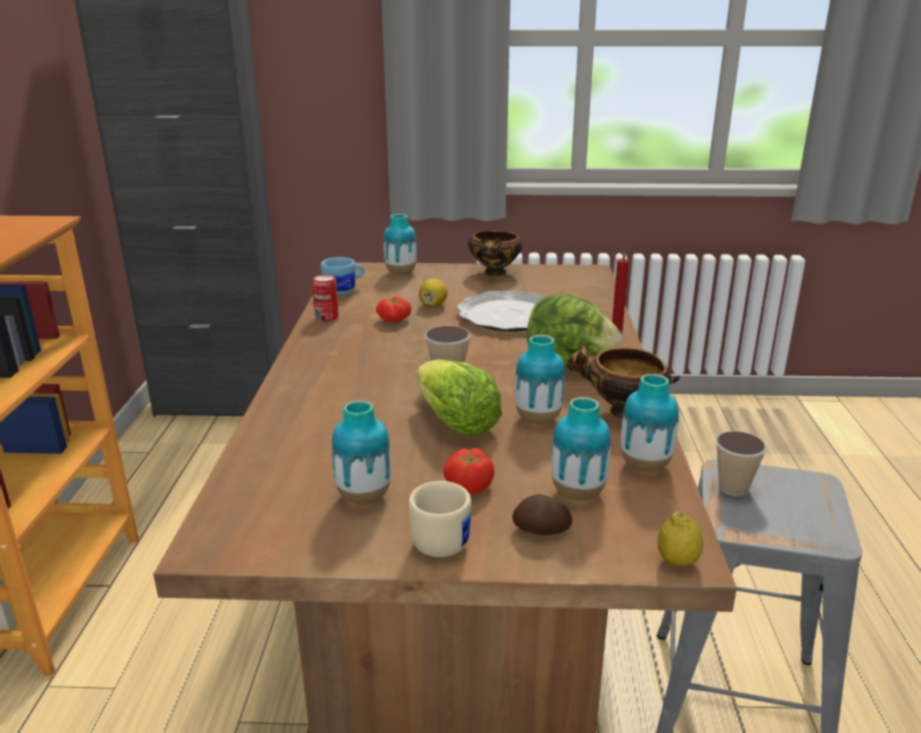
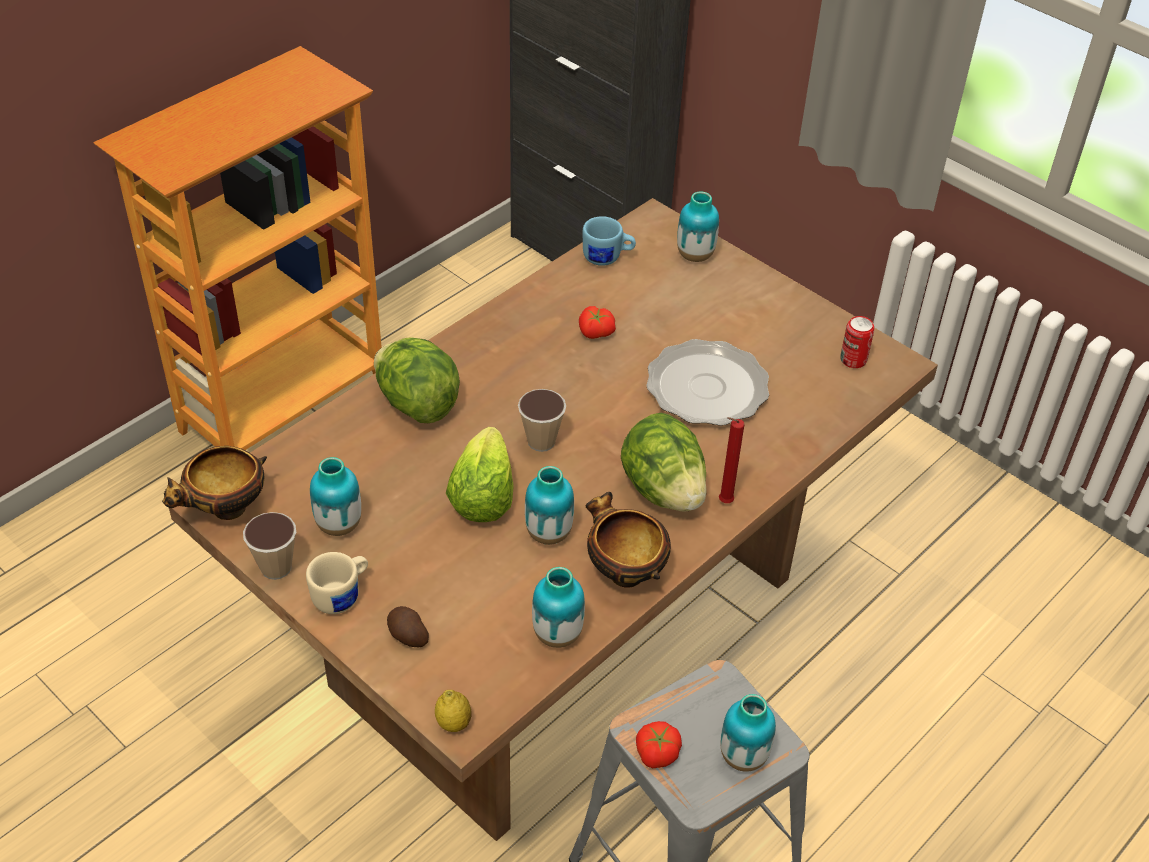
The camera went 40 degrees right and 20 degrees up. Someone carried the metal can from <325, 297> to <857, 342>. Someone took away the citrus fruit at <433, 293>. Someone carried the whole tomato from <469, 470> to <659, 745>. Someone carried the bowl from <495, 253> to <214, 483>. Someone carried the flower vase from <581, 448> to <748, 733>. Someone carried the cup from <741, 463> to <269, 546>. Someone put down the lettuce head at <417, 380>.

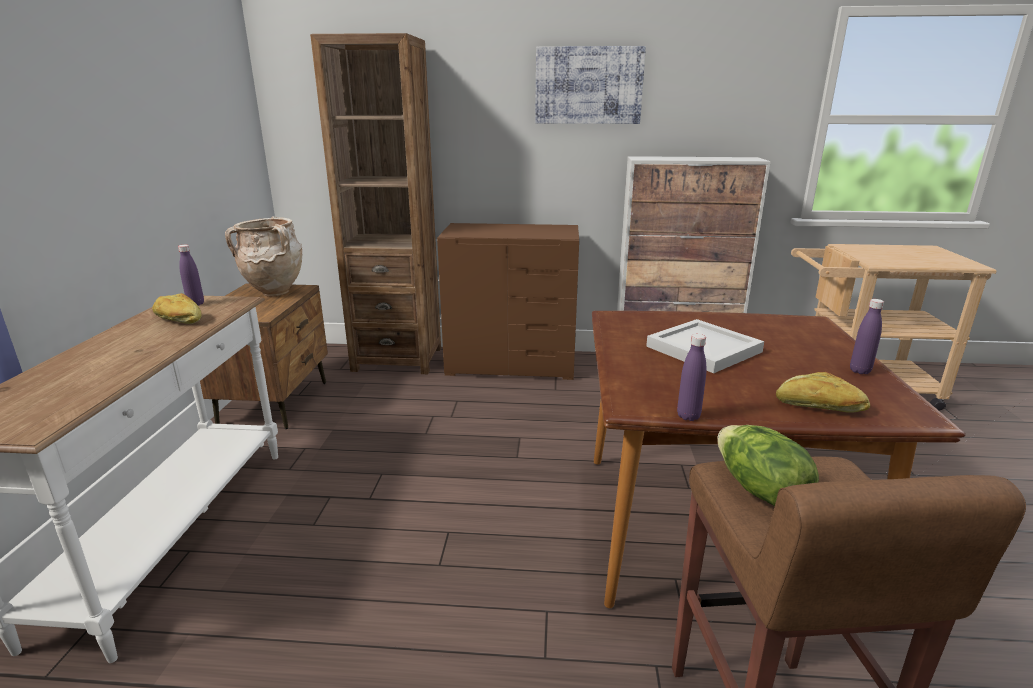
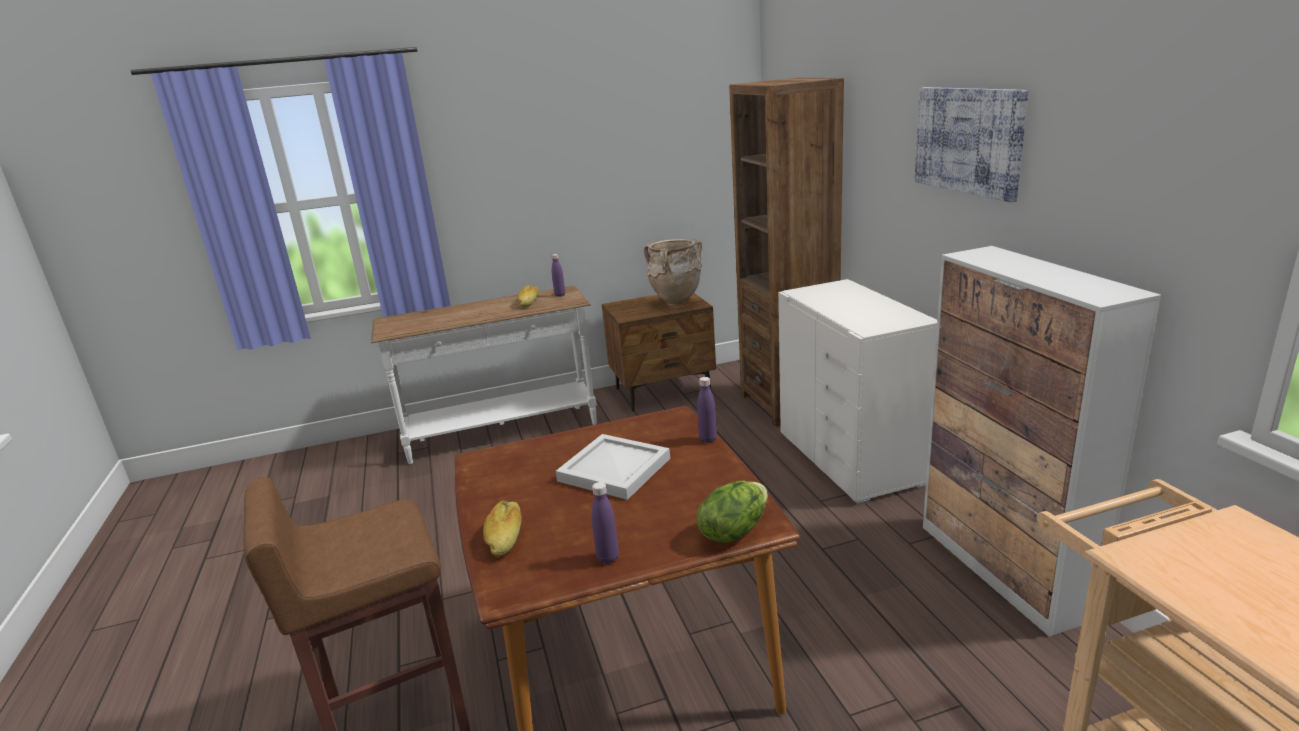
The camera went 70 degrees right and 0 degrees up. Someone repainted the dresser (brownish) at <508, 301>, which became the dresser (white) at <857, 392>. Someone carried the beverage bottle (purple-coloured) from <691, 377> to <707, 410>. Someone carried the lettuce head from <768, 465> to <732, 512>.

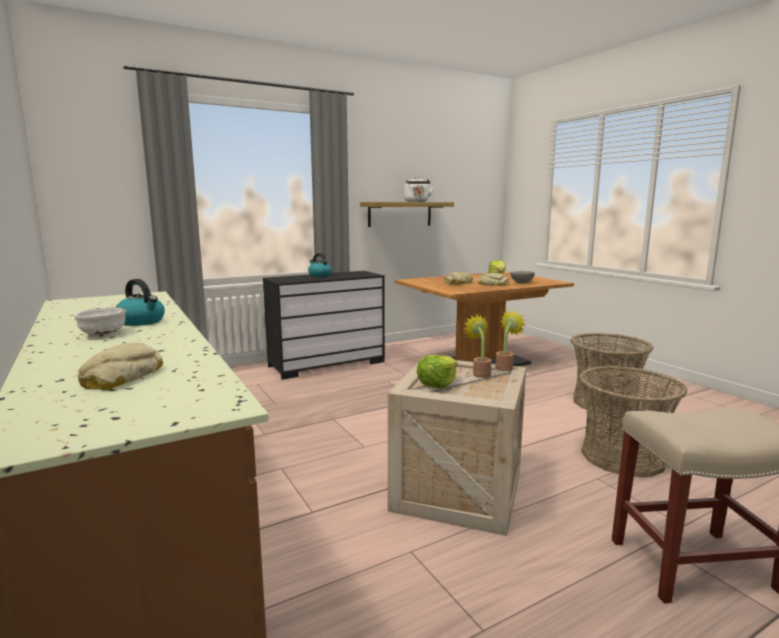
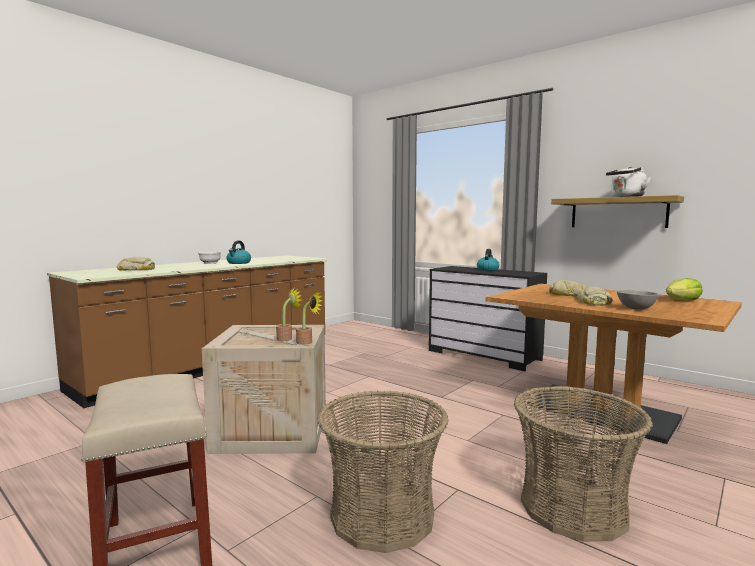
The camera went 70 degrees right and 5 degrees down. Someone took away the lettuce head at <437, 371>.

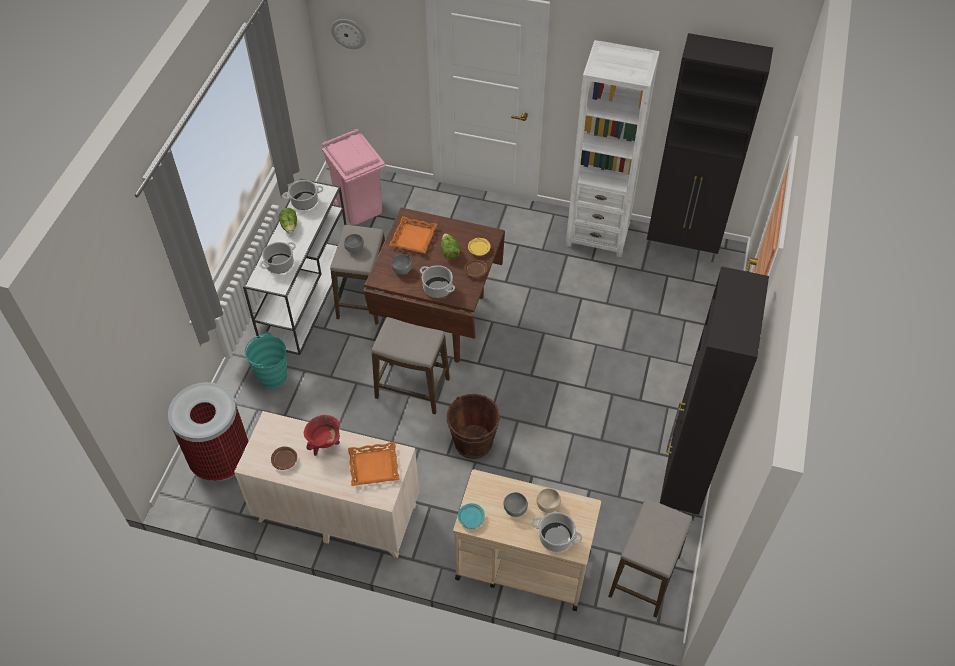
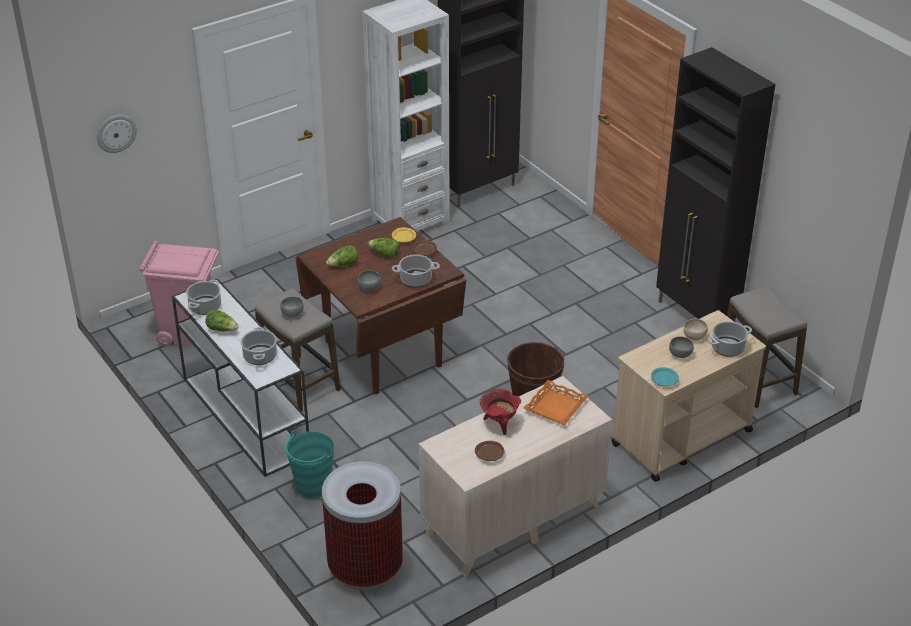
The camera went 50 degrees left and 15 degrees down. Someone took away the stool seat at <411, 365>. Someone swapped the carrying tray (orange-coloured) at <413, 234> for the lettuce head at <342, 255>.

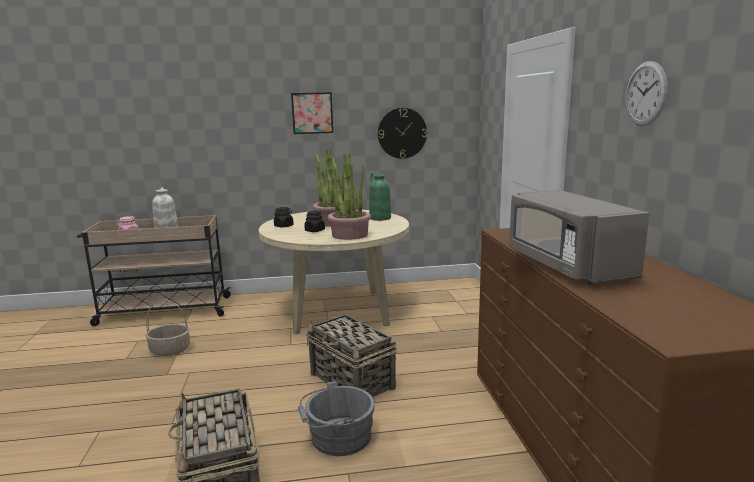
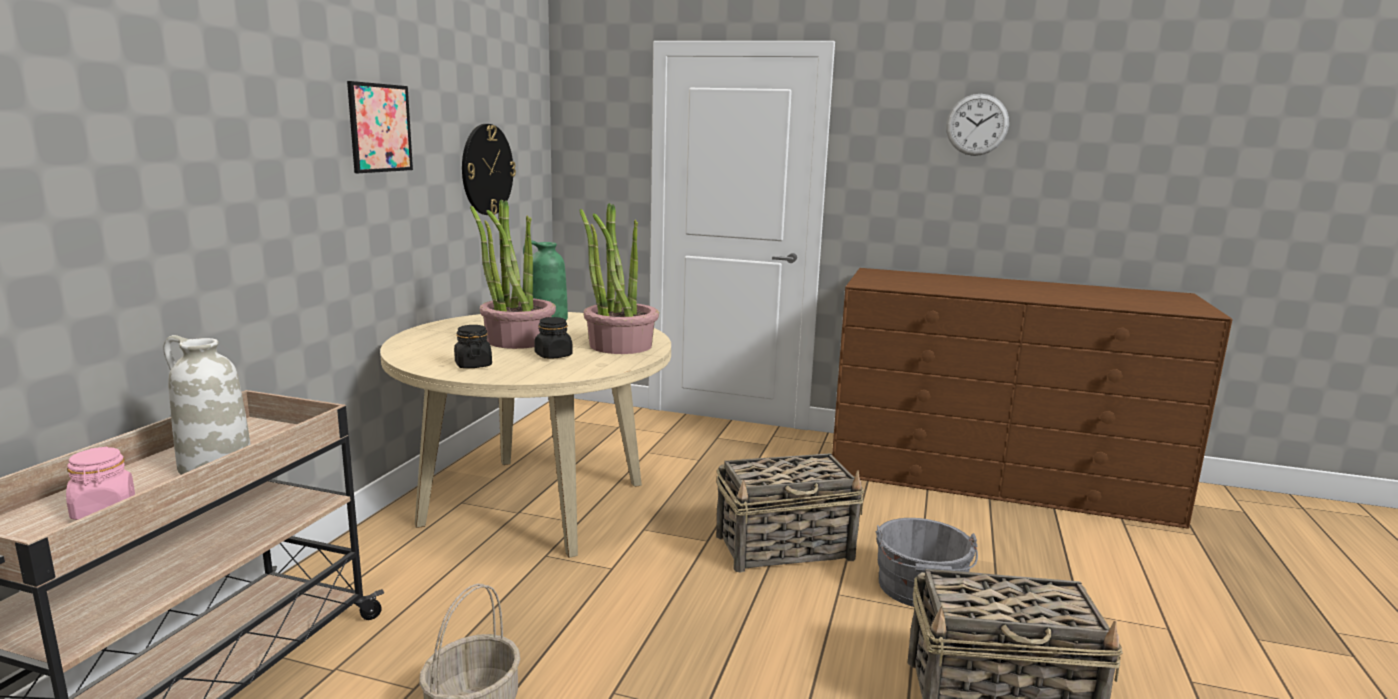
The camera went 65 degrees left and 0 degrees up. Someone took away the kitchen microwave (greyish) at <579, 237>.

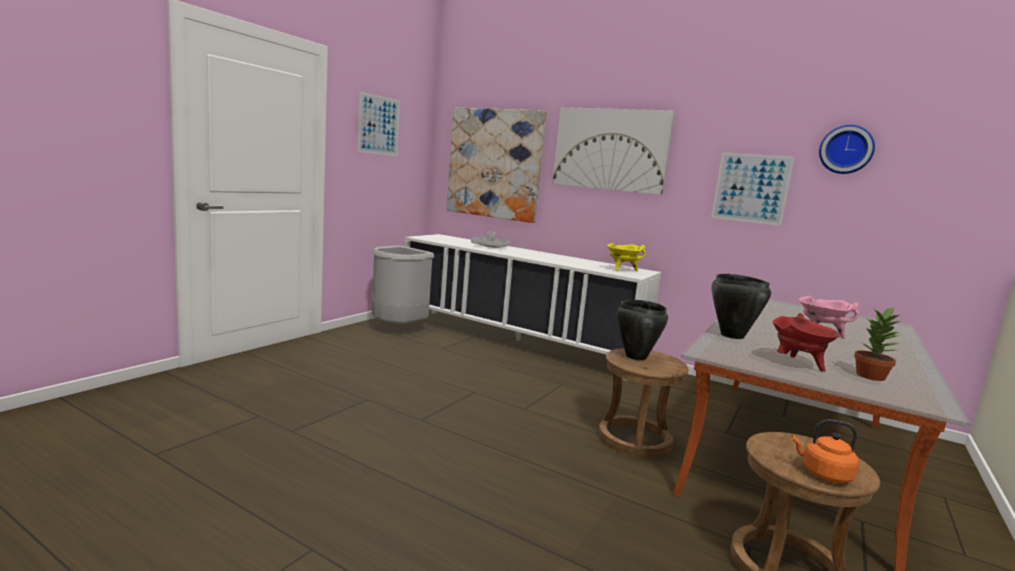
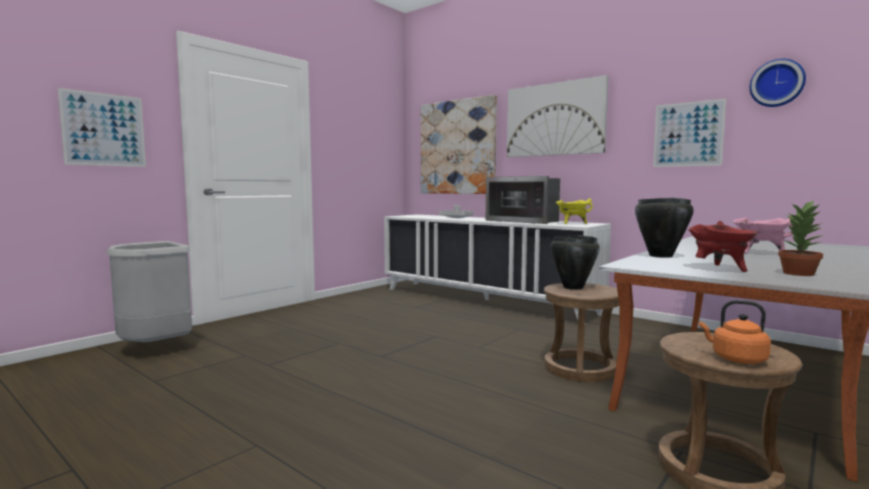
The camera went 10 degrees right and 5 degrees down. Someone carried the picture from <378, 124> to <102, 127>. Someone carried the waste bin (greyish) from <403, 285> to <149, 291>. Someone put down the kitchen microwave at <523, 200>.

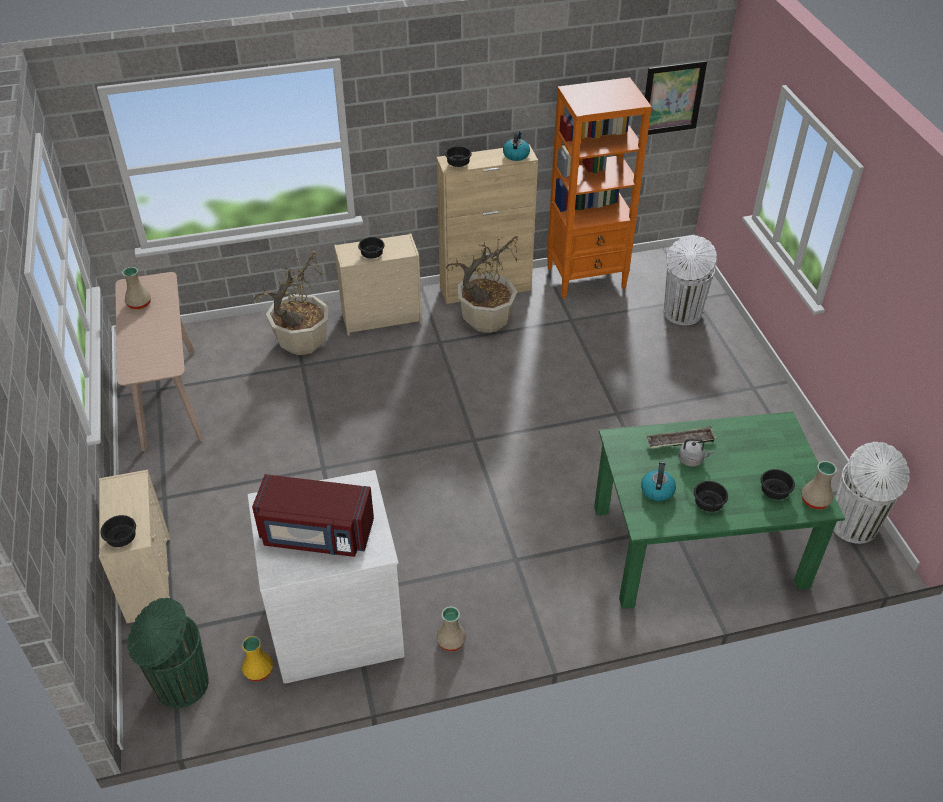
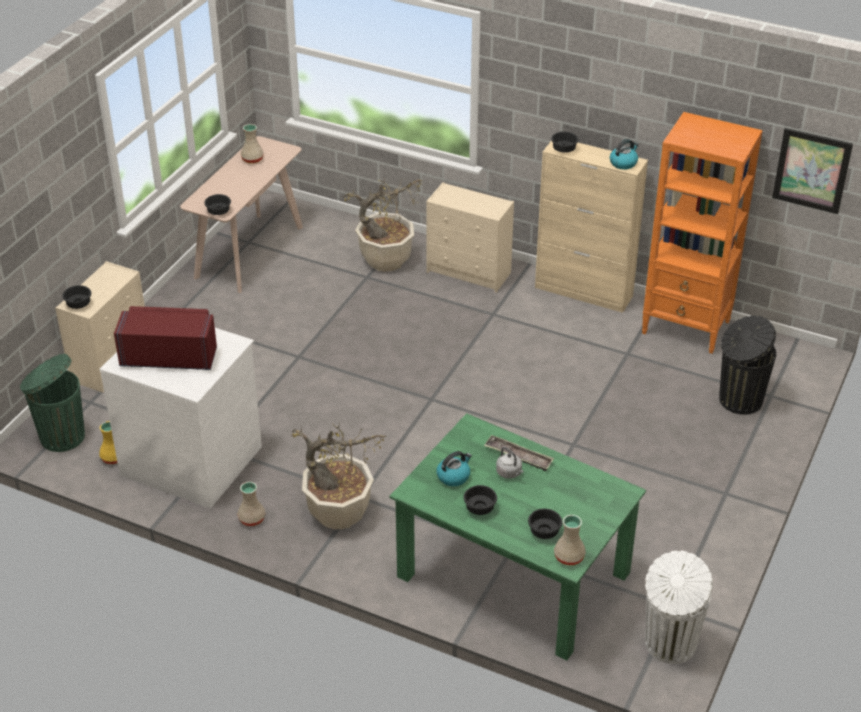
The camera went 40 degrees right and 5 degrees down. Someone rotated the kitchen microwave (red) at <313, 515> by 135 degrees clockwise. Someone carried the bowl (blackish) from <371, 248> to <217, 204>. Someone carried the houseplant from <484, 284> to <338, 476>. Someone repainted the waste bin (white) at <690, 280>, which became the waste bin (blackish) at <748, 365>.

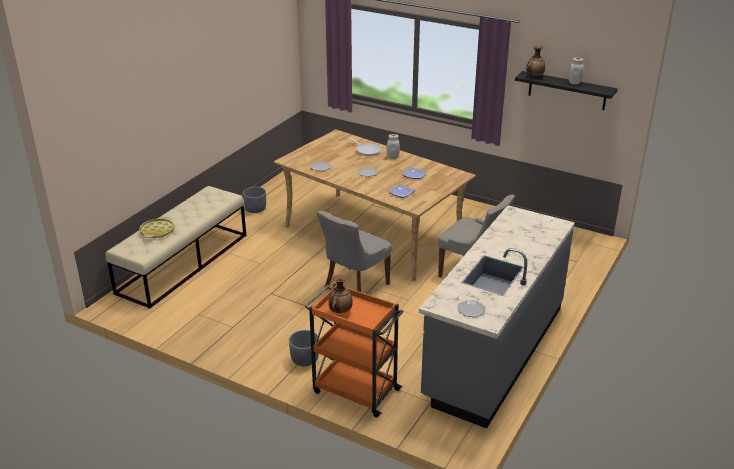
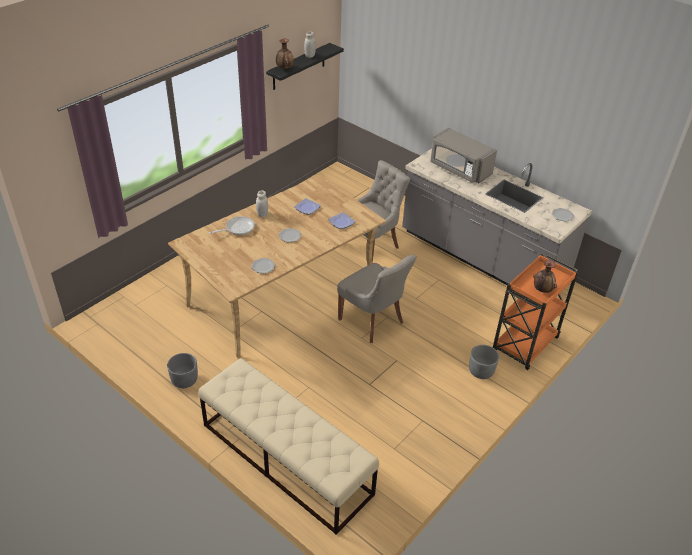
The camera went 80 degrees left and 10 degrees up. Someone took away the carrying tray (yellow) at <157, 227>. Someone put down the kitchen microwave (greyish) at <464, 155>.

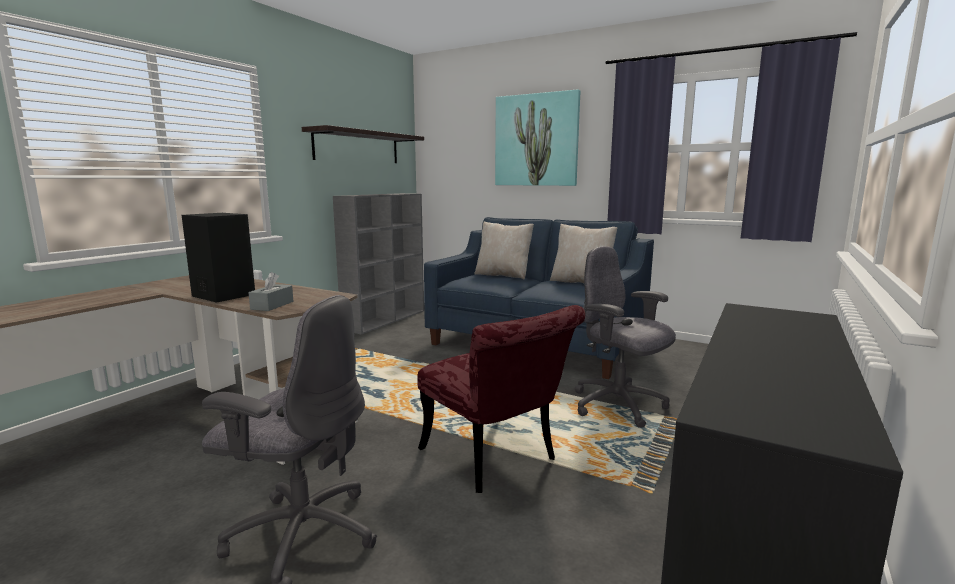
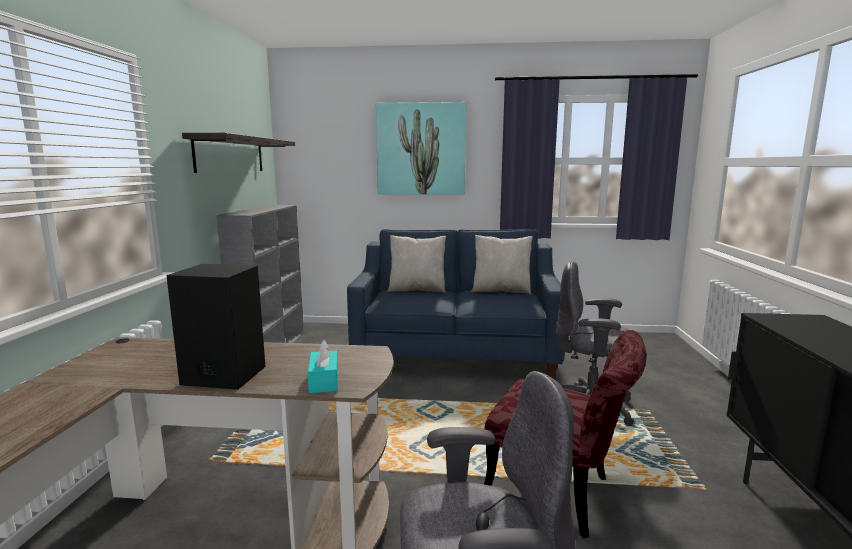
The camera went 25 degrees left and 0 degrees up. Someone repainted the tissue box (greyish) at <270, 291>, which became the tissue box (blue-green) at <323, 366>.

